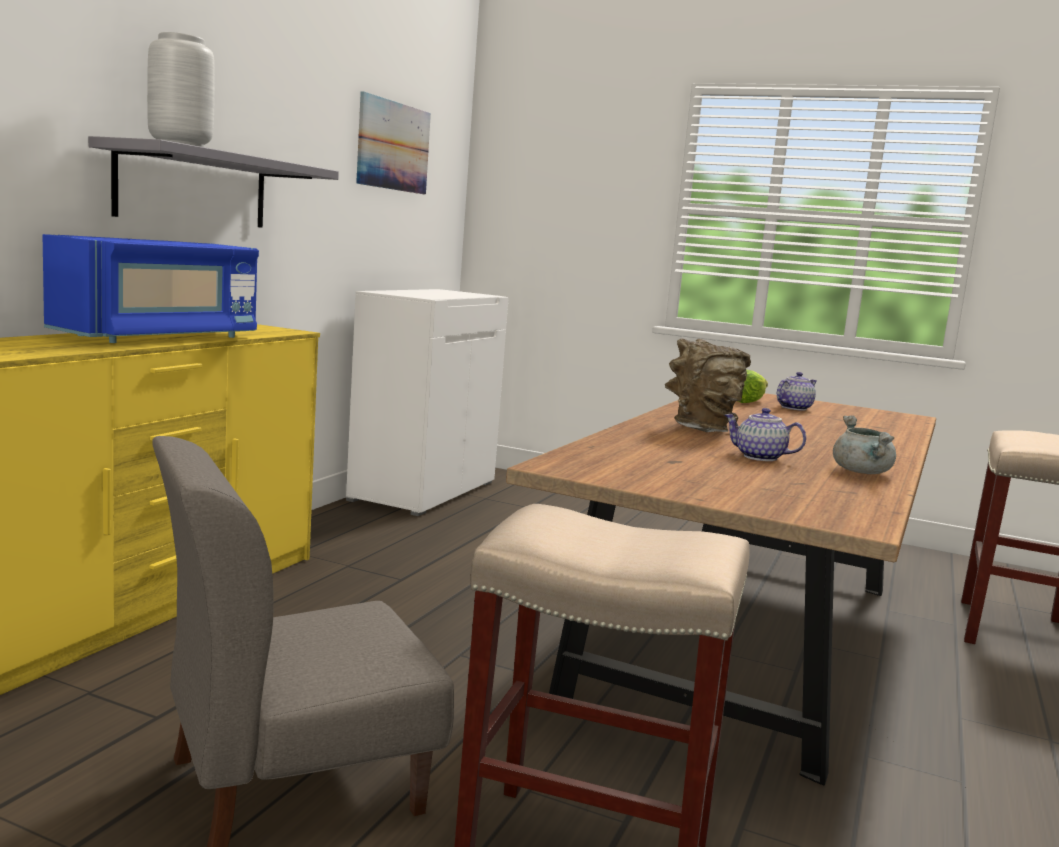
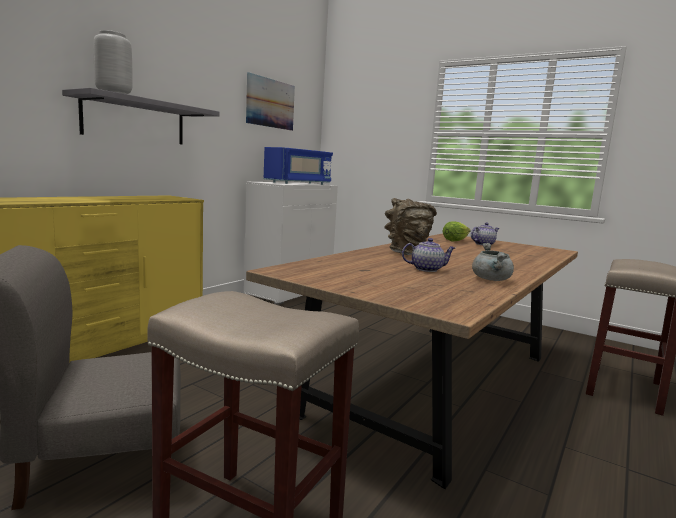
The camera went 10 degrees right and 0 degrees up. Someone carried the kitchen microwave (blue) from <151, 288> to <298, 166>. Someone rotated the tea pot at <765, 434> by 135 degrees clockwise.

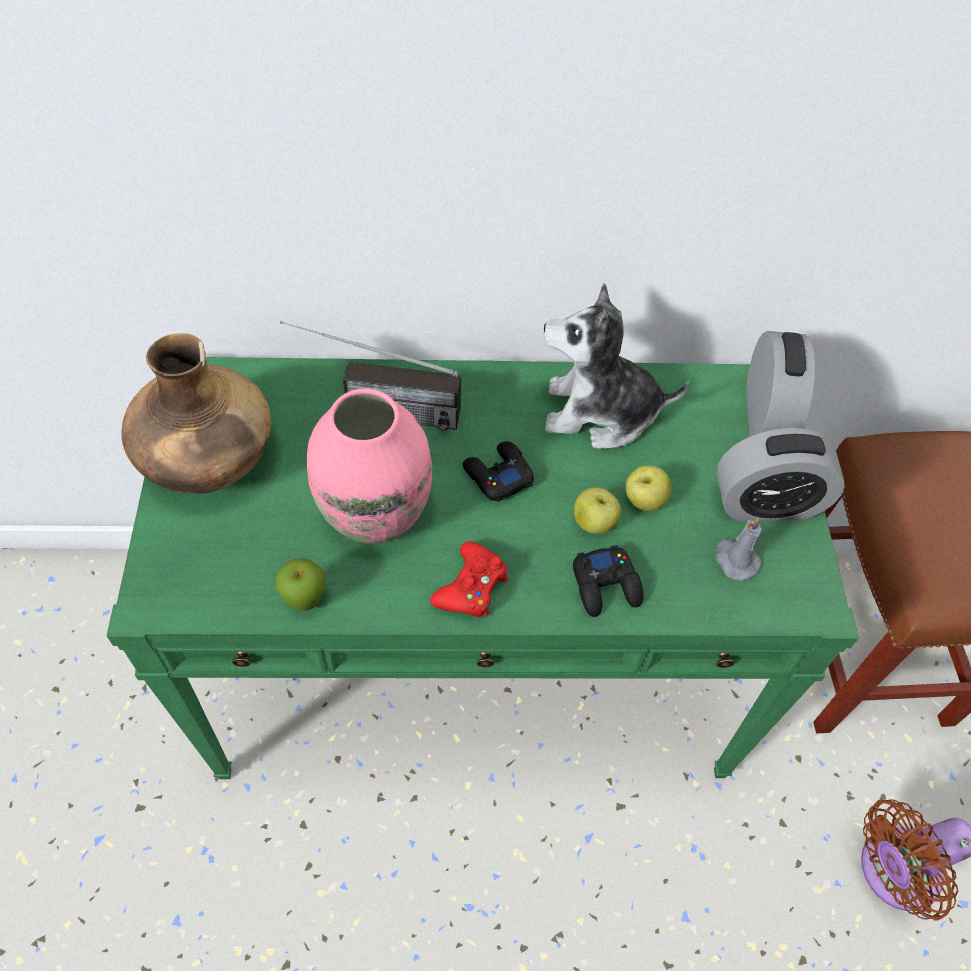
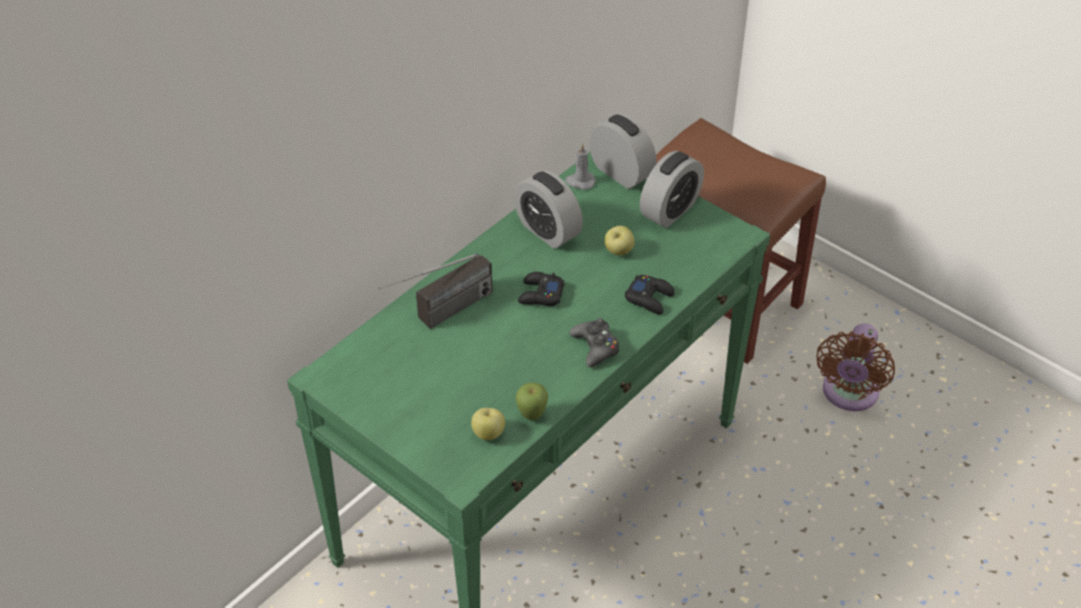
The camera went 45 degrees left and 10 degrees down. Someone took away the flower vase (brownish) at <196, 413>. Someone took away the flower vase (pink) at <369, 466>. Someone repainted the gamepad (red) at <469, 579>, which became the gamepad (blackish) at <595, 342>. Someone swapped the soft toy at <617, 366> for the bedside clock at <548, 209>. Someone carried the whole apple from <597, 510> to <488, 424>. Someone carried the wax candle (greyish) from <738, 549> to <580, 166>.

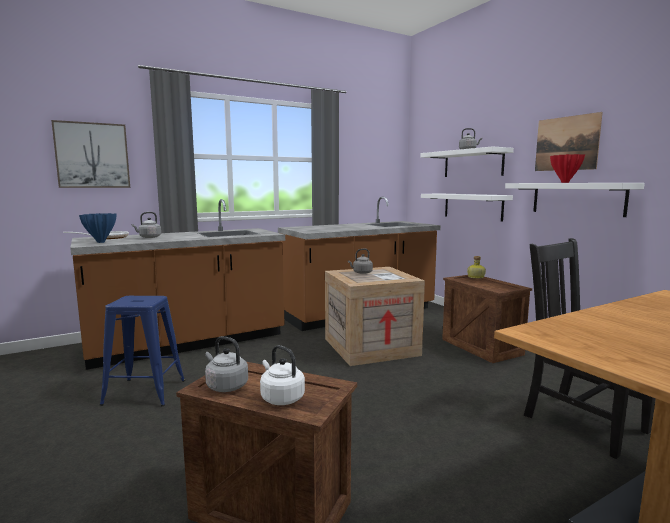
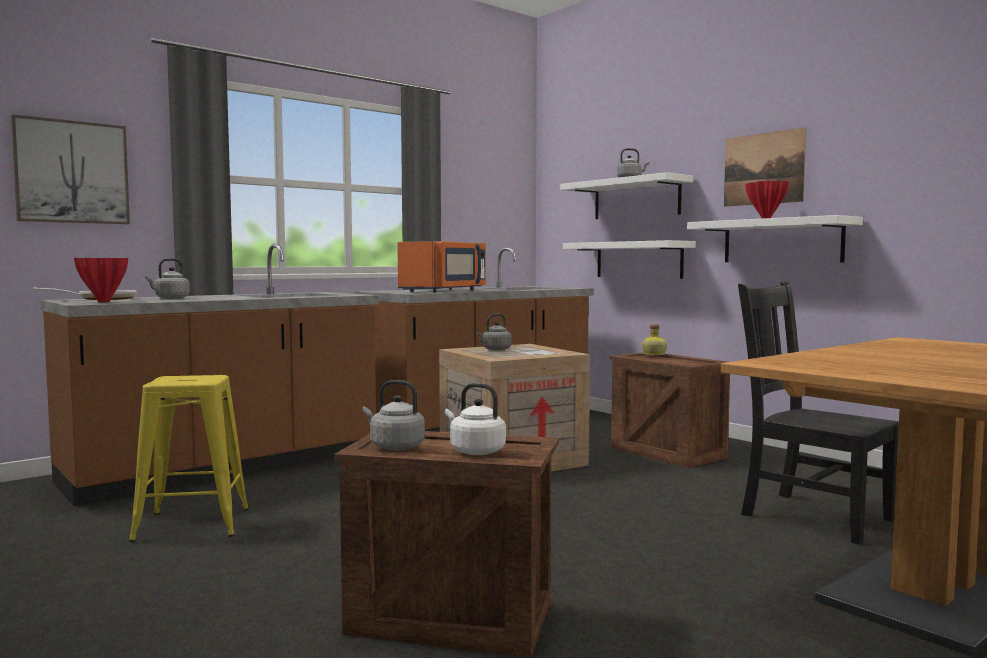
The camera went 10 degrees left and 5 degrees down. Someone repainted the flower vase (blue) at <98, 228>, which became the flower vase (red) at <101, 280>. Someone repainted the stool seat (blue) at <142, 351>, which became the stool seat (yellow) at <189, 458>. Someone put down the kitchen microwave (orange-coloured) at <441, 267>.

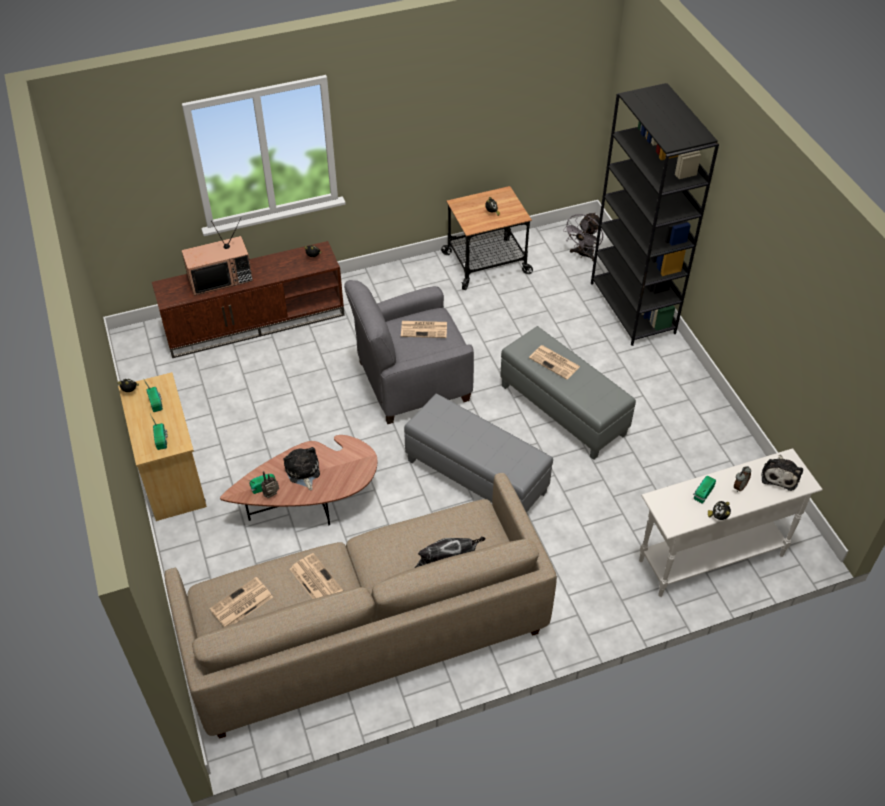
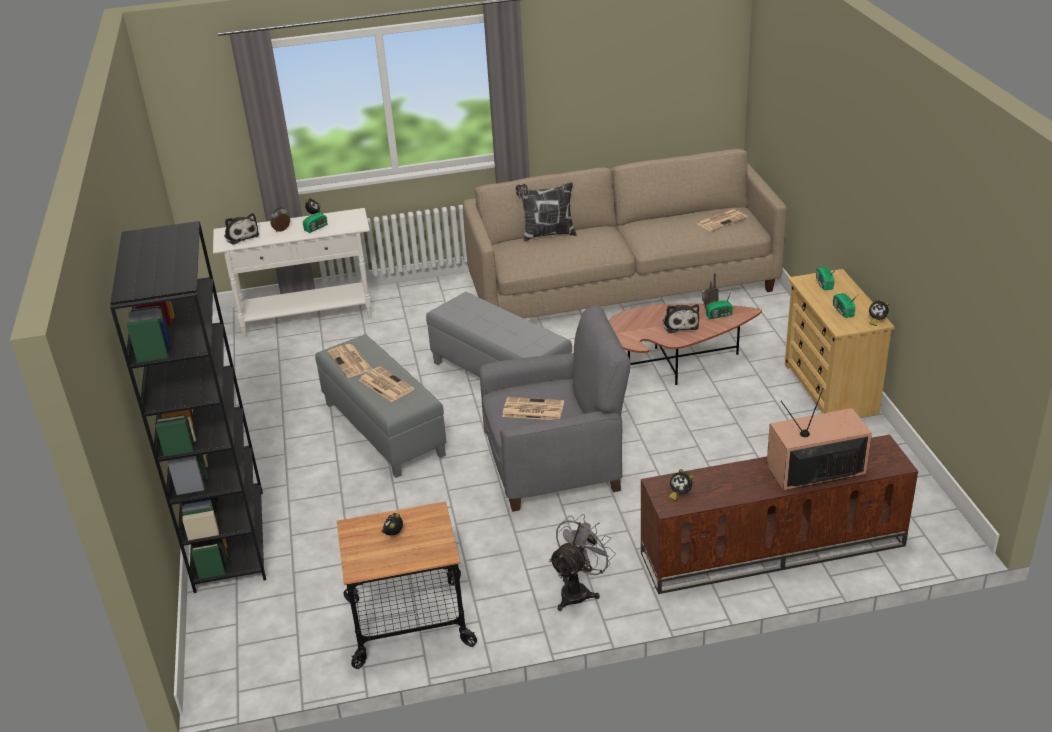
The camera went 170 degrees left and 15 degrees down. Someone carried the newspaper from <316, 576> to <350, 361>. Someone carried the cooling fan (greyish) from <583, 236> to <582, 562>. Someone rotated the soft toy at <782, 473> by 120 degrees clockwise.

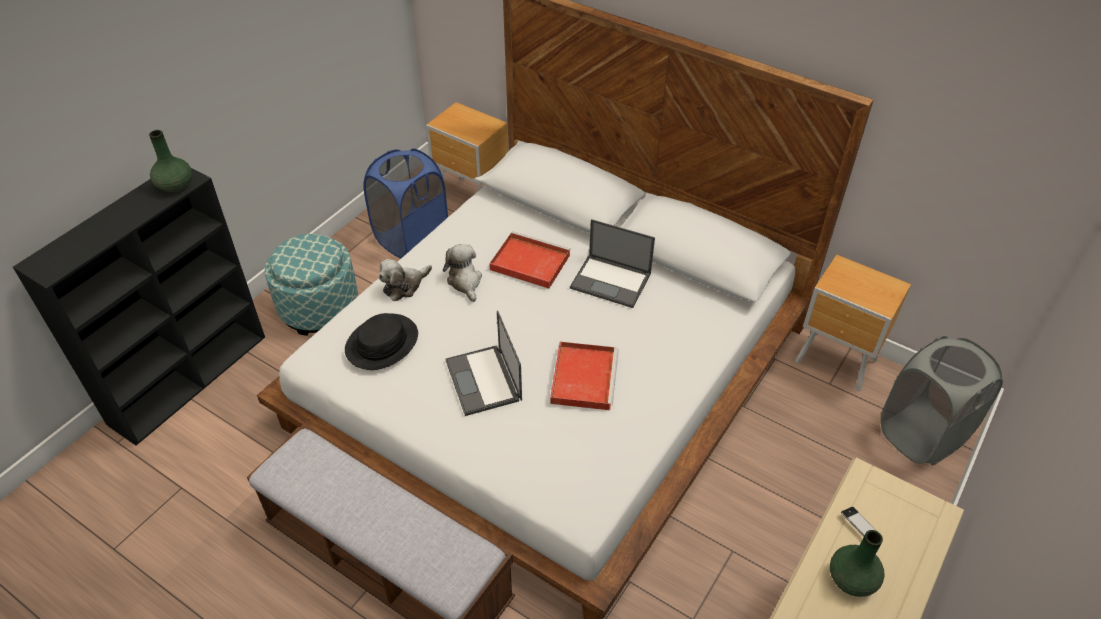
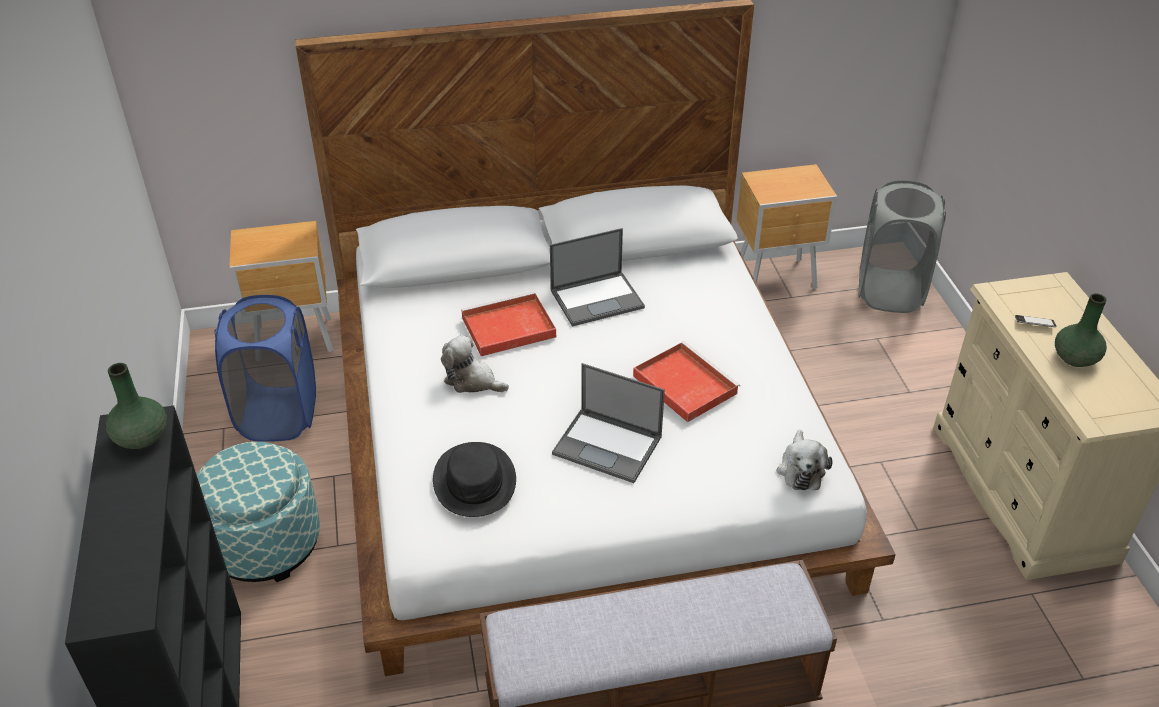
The camera went 45 degrees left and 5 degrees down. Someone carried the soft toy from <405, 280> to <805, 460>.

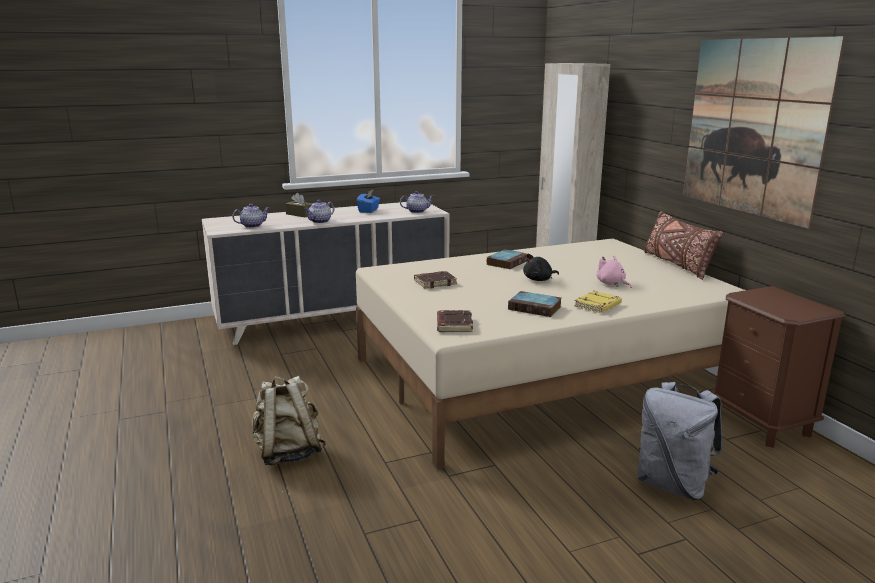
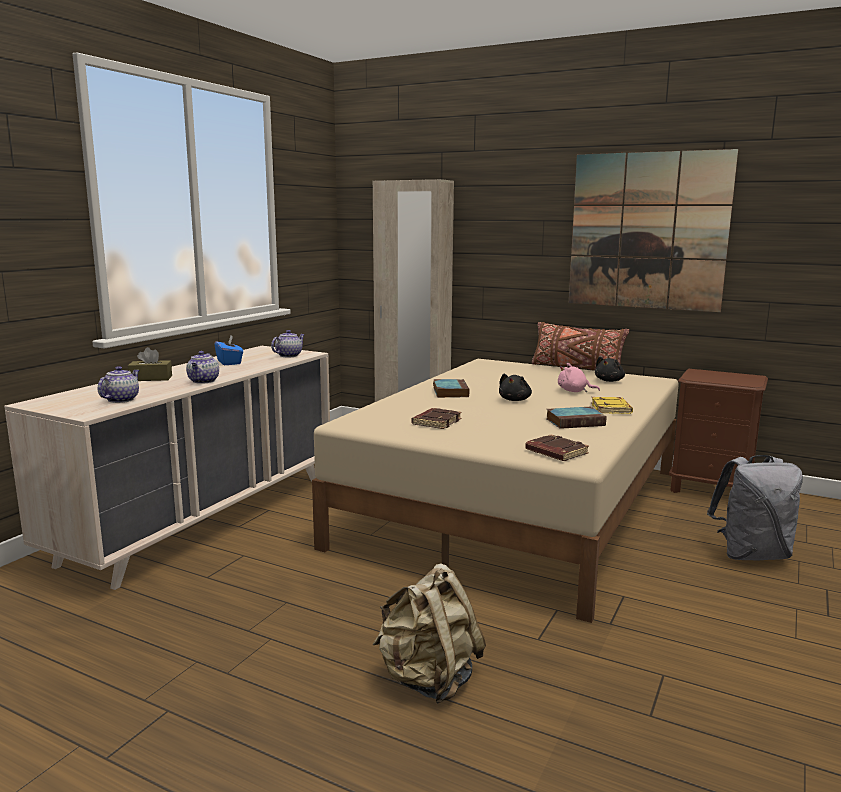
The camera went 40 degrees left and 5 degrees down. Someone put down the soft toy (blackish) at <610, 369>.

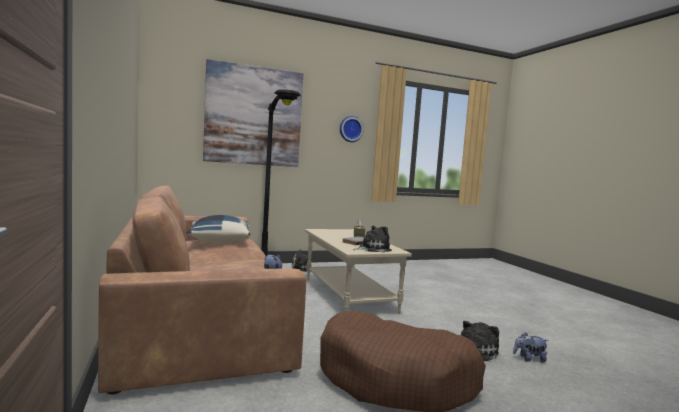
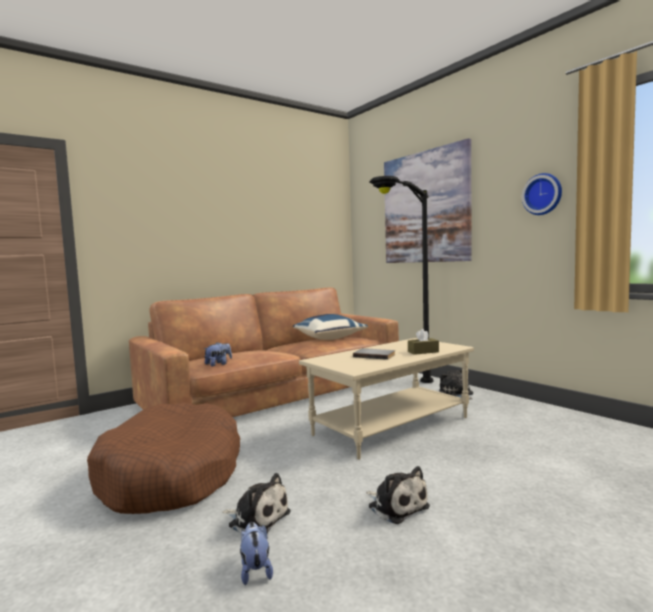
The camera went 75 degrees right and 0 degrees up. Someone carried the soft toy from <372, 239> to <398, 495>.

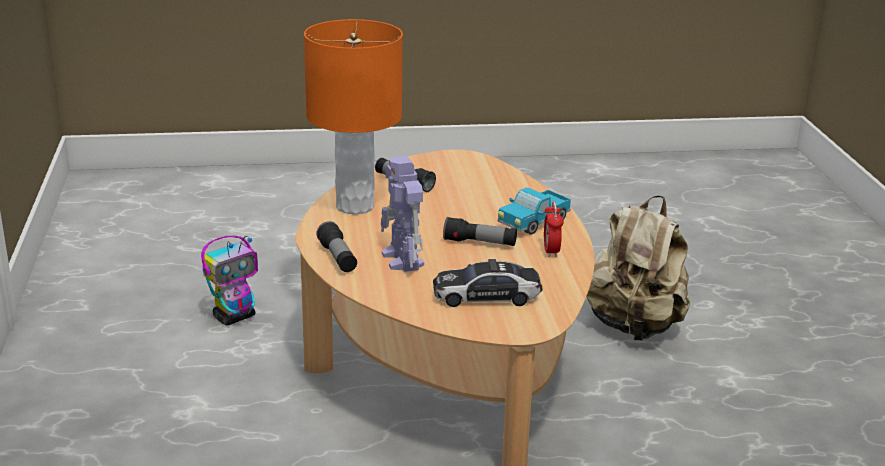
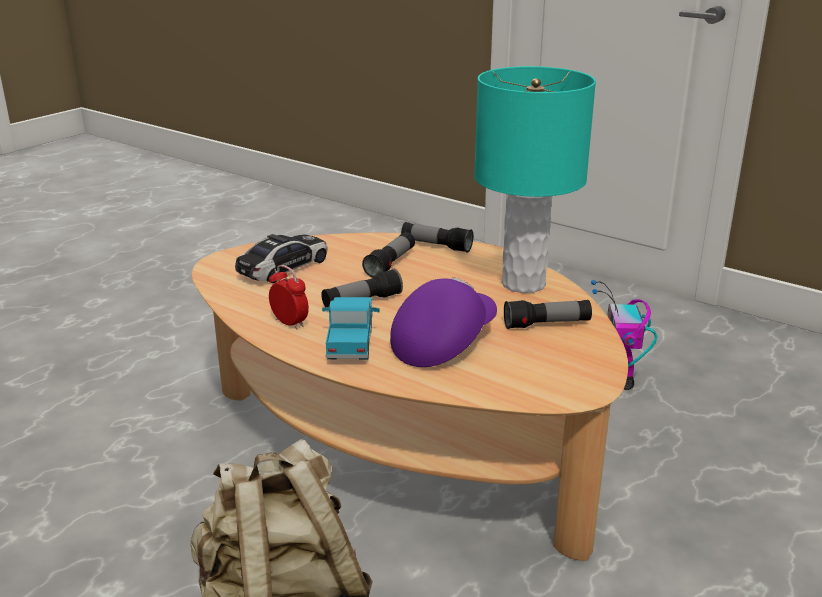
The camera went 135 degrees right and 0 degrees up. Someone repainted the tabletop lamp (orange-coloured) at <353, 117>, which became the tabletop lamp (blue-green) at <535, 179>. Someone swapped the model robot at <402, 213> for the torch at <388, 254>. Someone put down the cap (purple-coloured) at <443, 322>.

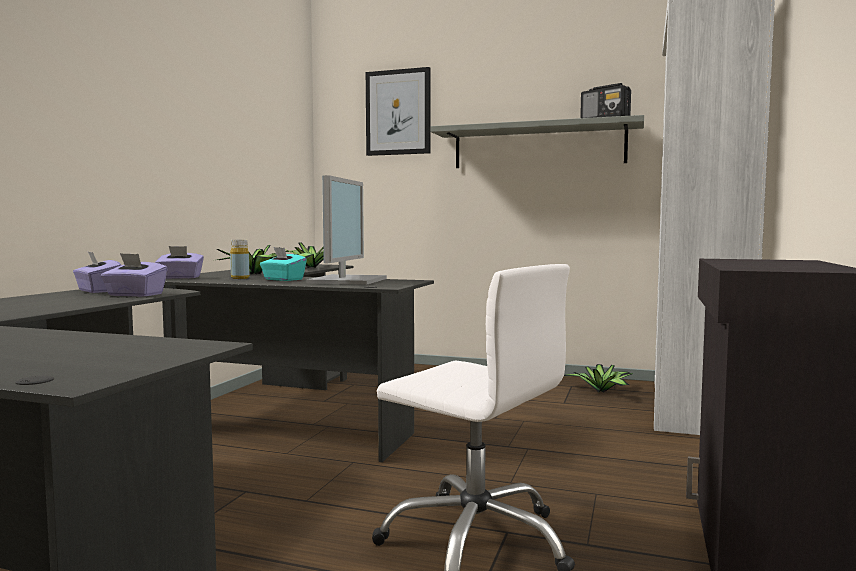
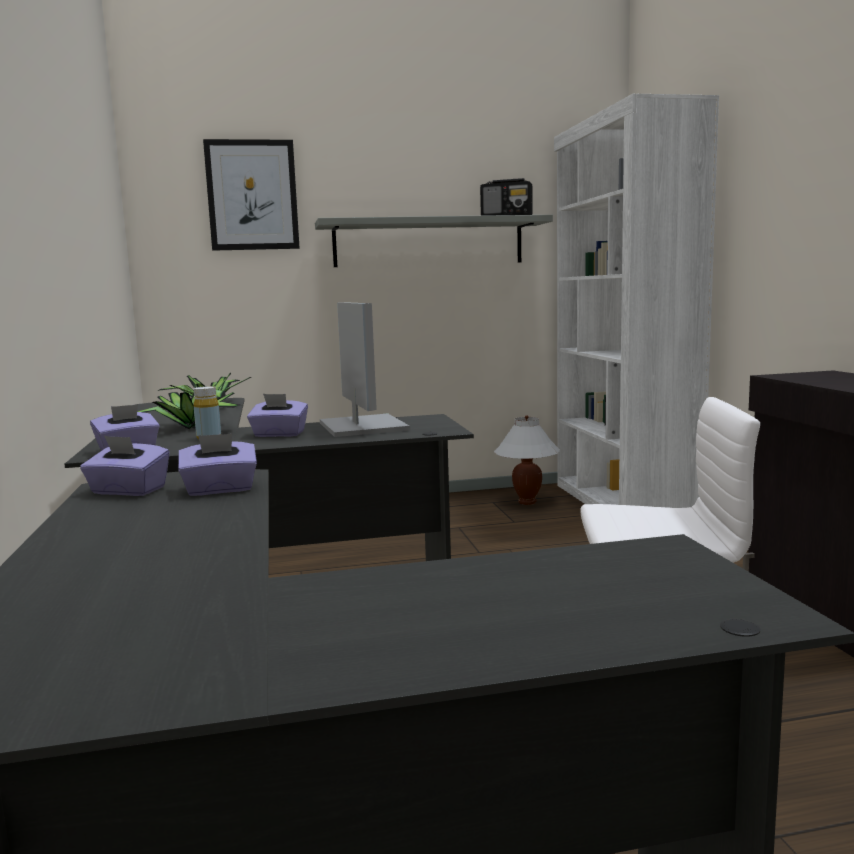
The camera went 30 degrees left and 5 degrees up. Someone repainted the tissue box (blue-green) at <283, 264>, which became the tissue box (purple-coloured) at <277, 415>. Someone swapped the houseplant at <598, 378> for the tabletop lamp (white) at <527, 460>.

